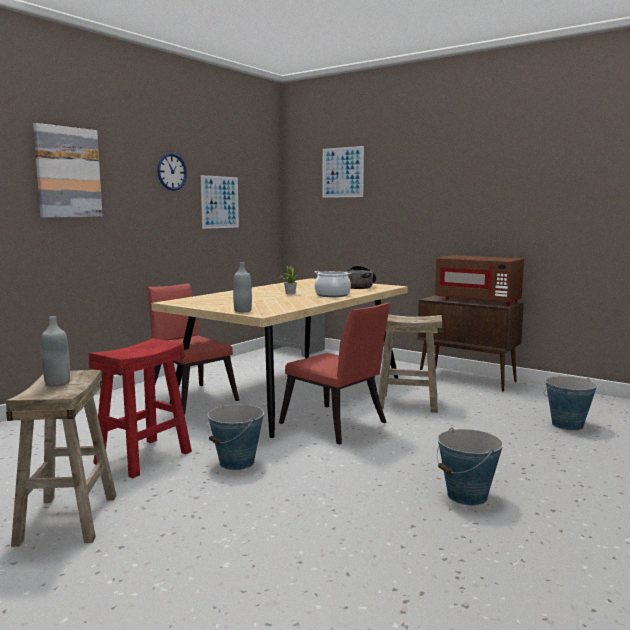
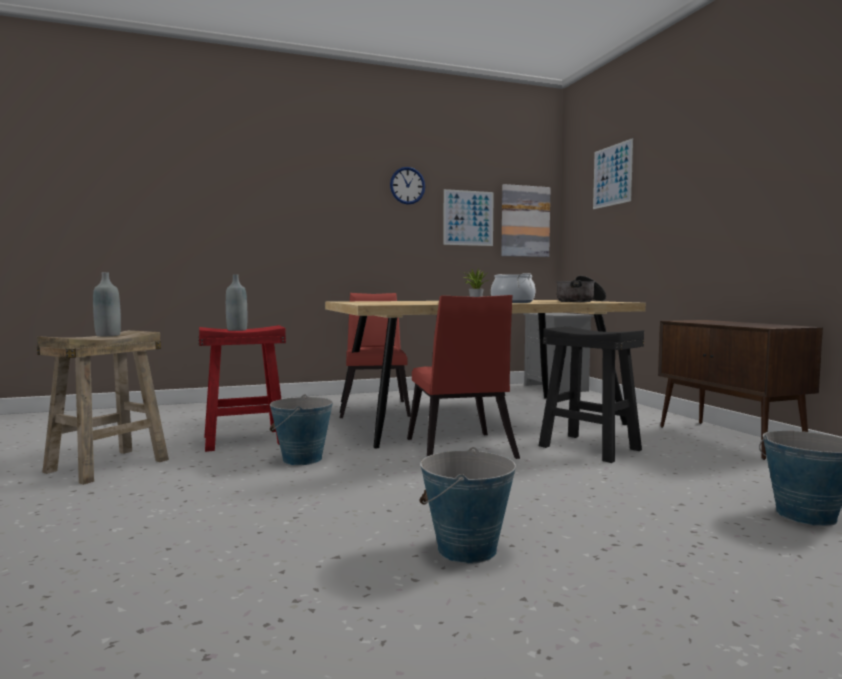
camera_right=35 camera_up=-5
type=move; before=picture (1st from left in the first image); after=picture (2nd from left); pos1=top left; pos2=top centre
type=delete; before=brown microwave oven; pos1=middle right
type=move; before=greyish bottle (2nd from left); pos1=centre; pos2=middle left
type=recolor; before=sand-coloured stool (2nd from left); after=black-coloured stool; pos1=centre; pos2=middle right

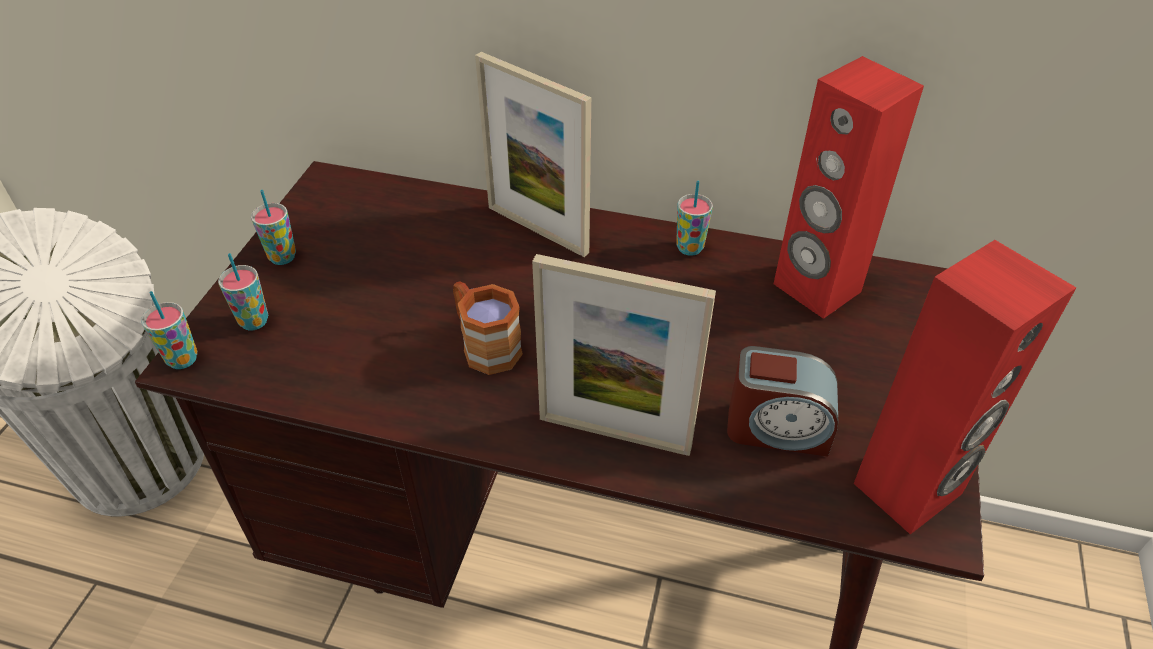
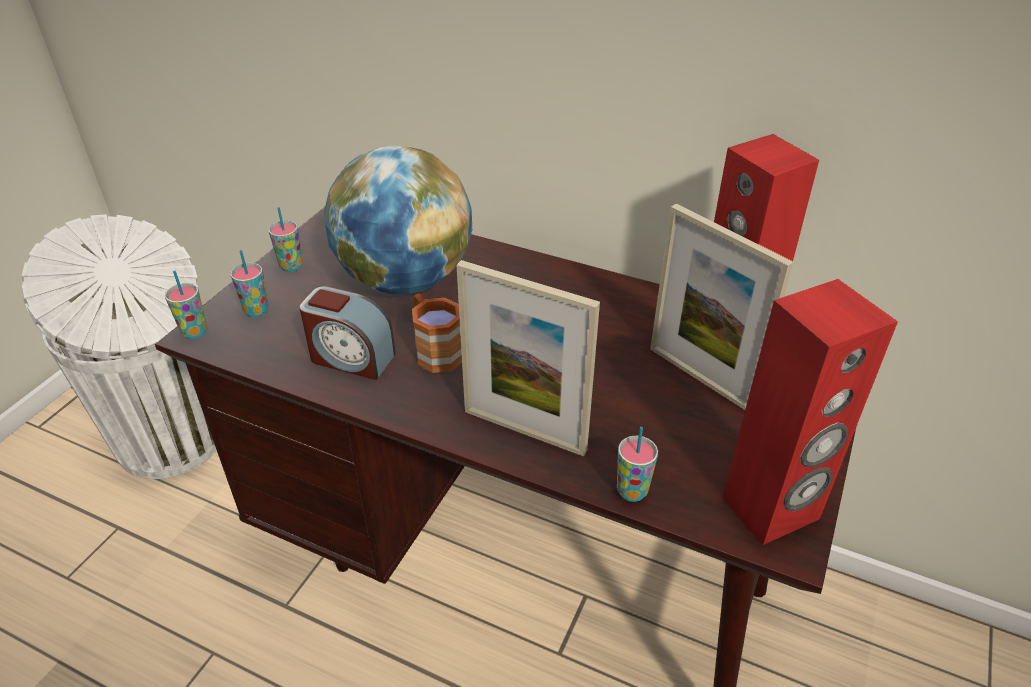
camera_right=10 camera_up=-5
type=move; before=photo frame (1st from left in the first image); after=photo frame (2nd from left); pos1=top centre; pos2=middle right
type=move; before=cup (4th from left); pos1=centre; pos2=bottom centre
type=move; before=table clock; pos1=middle right; pos2=centre
type=insert; after=world globe; pos2=top centre

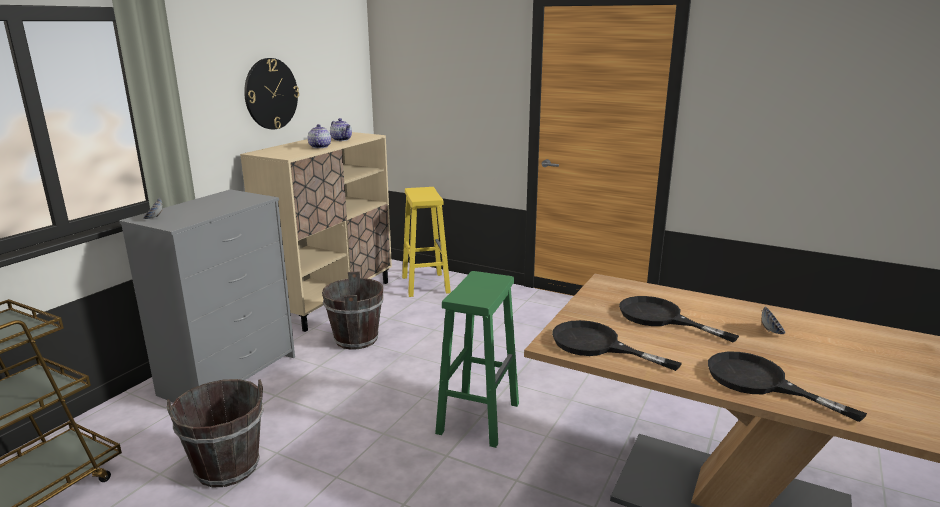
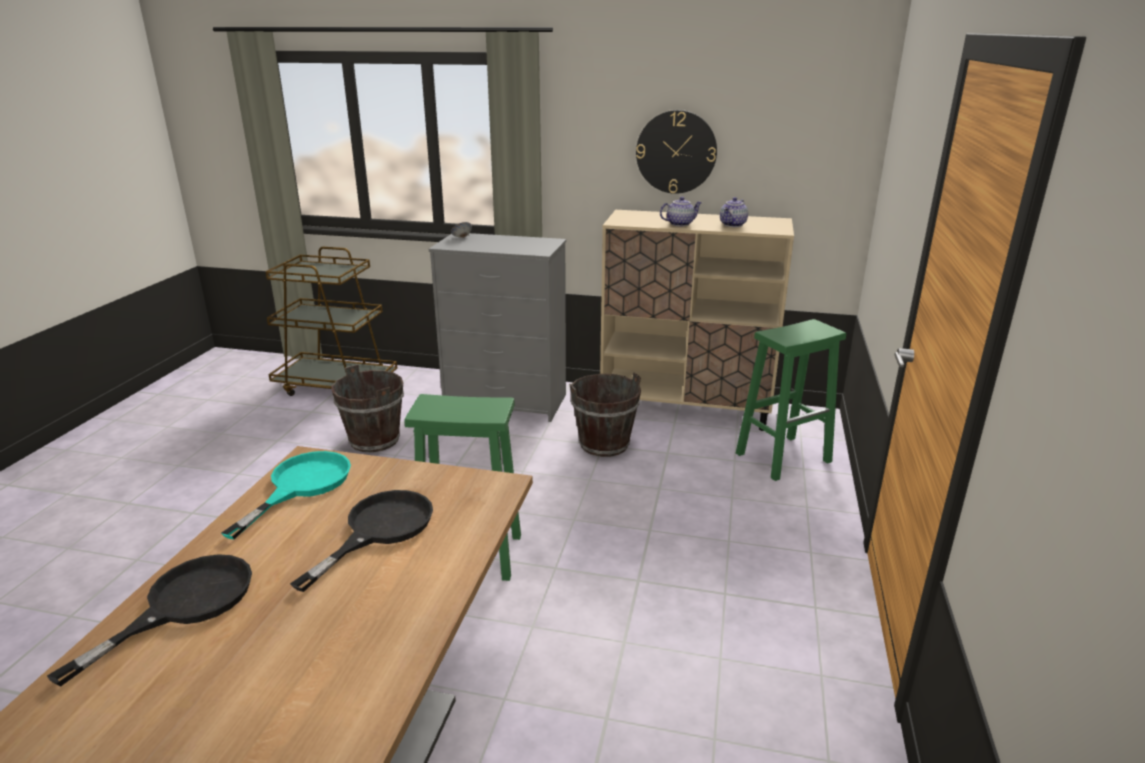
camera_right=75 camera_up=5
type=recolor; before=yellow-coloured stool; after=greenish stool (2nd from left); pos1=centre; pos2=middle right
type=delete; before=deep dish (2nd from left); pos1=middle right
type=recolor; before=black-coloured frying pan (1st from left); after=turquoise-coloured frying pan; pos1=bottom centre; pos2=middle left

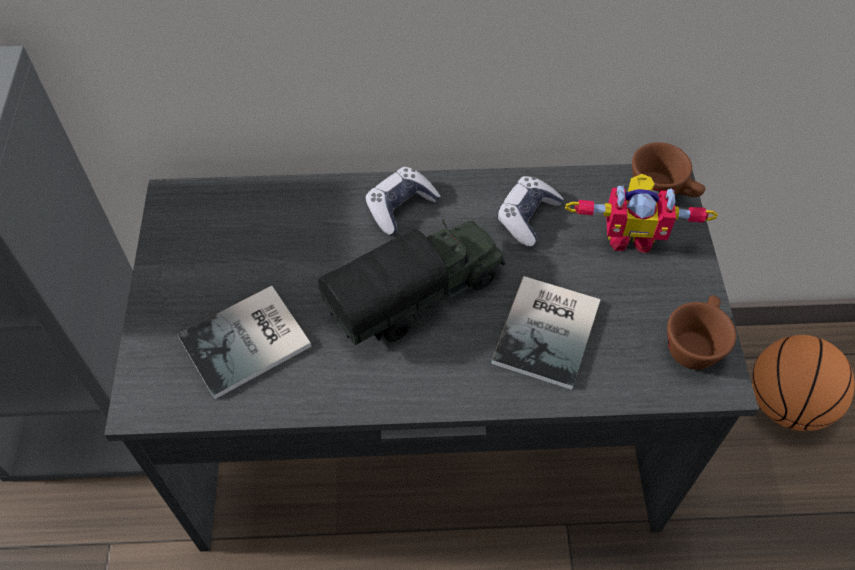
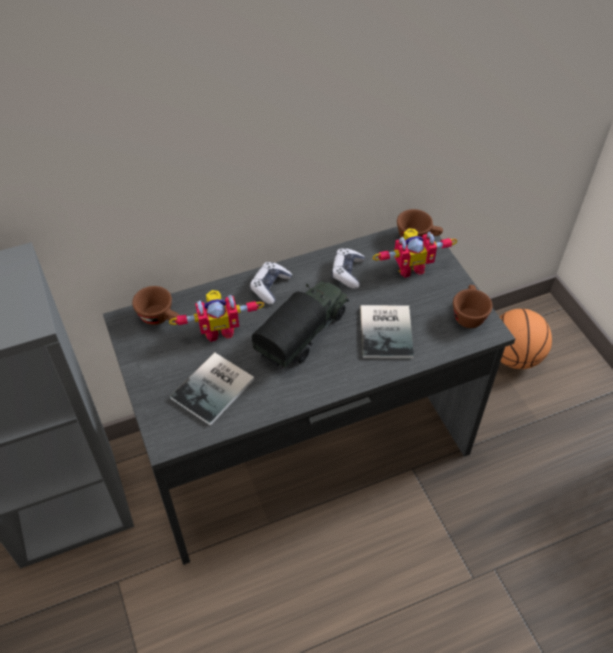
camera_right=-20 camera_up=-5
type=insert; after=brown cup (1st from left); pos2=middle left
type=insert; after=toy robot (1st from left); pos2=centre

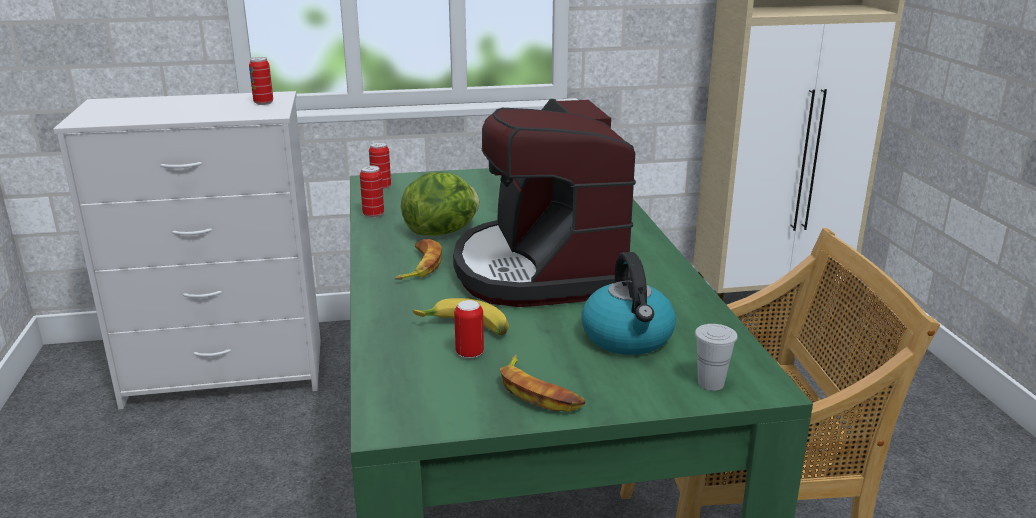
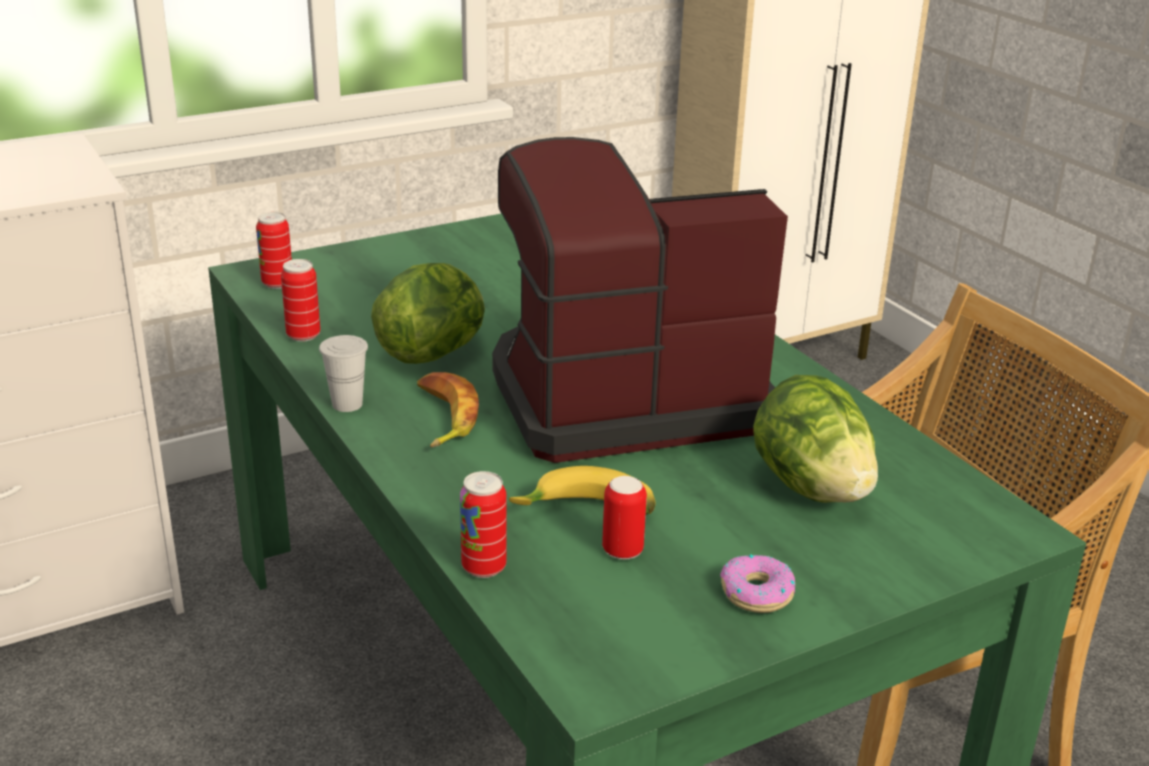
camera_right=-20 camera_up=5
type=move; before=can (1st from left in the first image); after=can (3rd from left); pos1=top left; pos2=bottom centre
type=rotate; before=coffee maker; pos1=centre; pos2=centre; turn=105
type=replace; before=water kettle; after=lettuce (2nd from left); pos1=centre; pos2=middle right
type=move; before=whitish cup; pos1=bottom right; pos2=middle left
type=replace; before=banana (3rd from left); after=donut; pos1=bottom centre; pos2=bottom centre

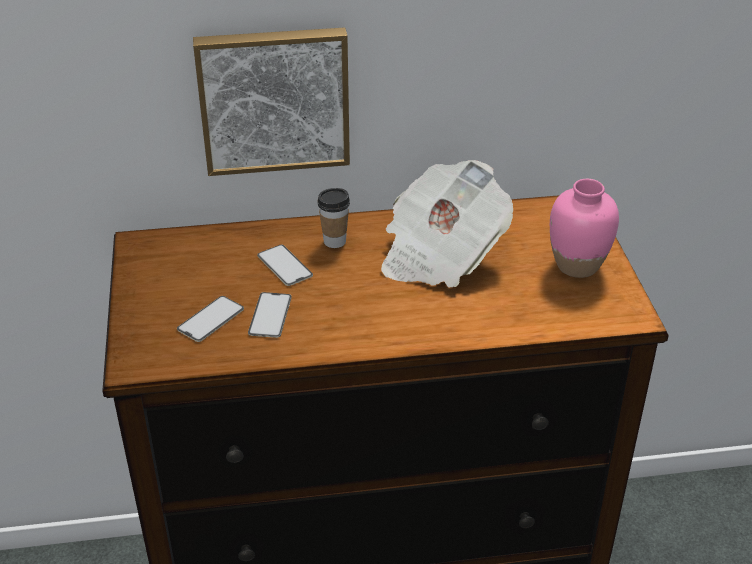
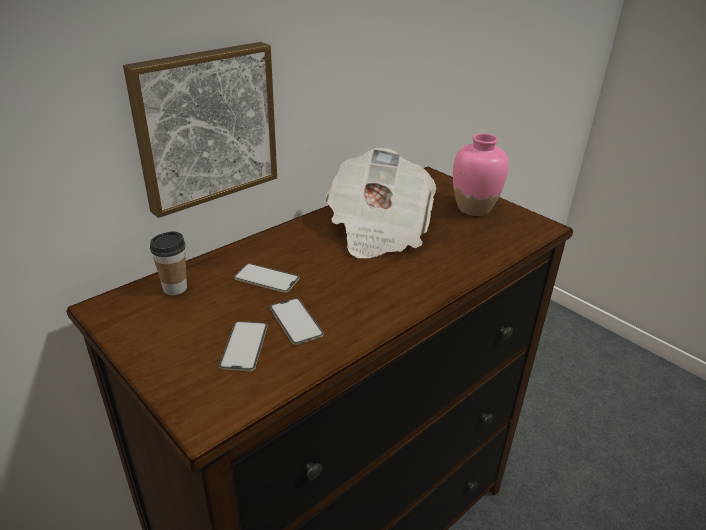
camera_right=-35 camera_up=-5
type=move; before=cup; pos1=centre; pos2=middle left

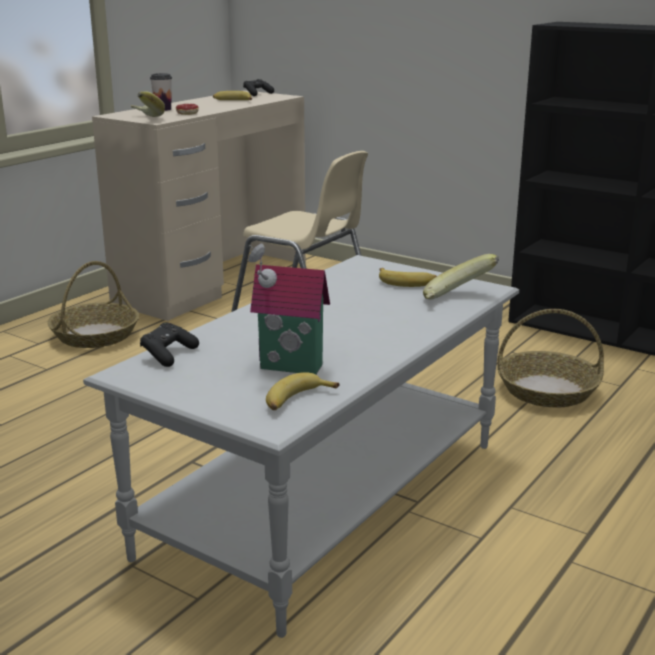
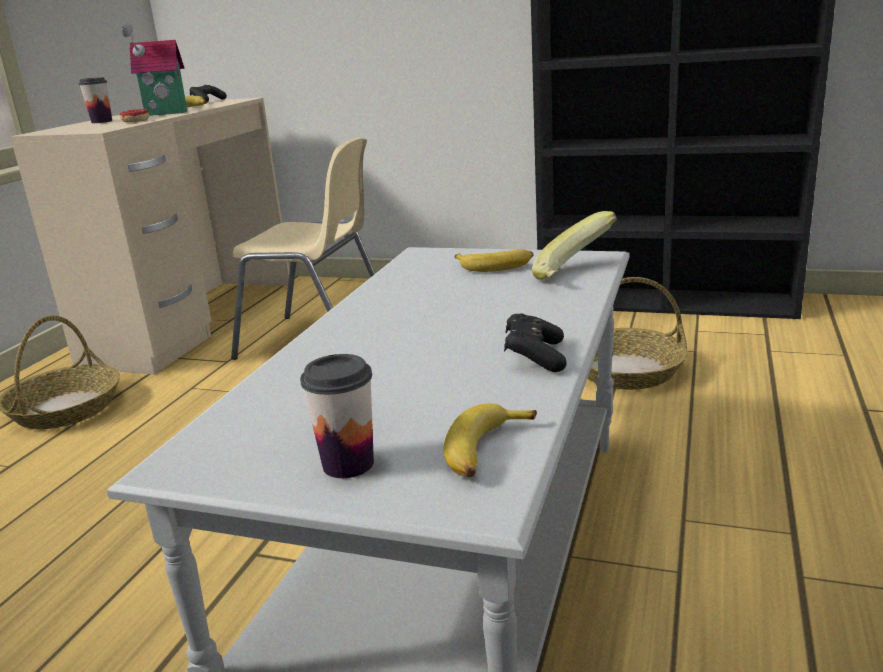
camera_right=-15 camera_up=0
type=delete; before=banana (1st from left); pos1=top left
type=move; before=miniature house; pos1=centre; pos2=top left
type=move; before=black-coloured gamepad (1st from left in the first image); after=black-coloured gamepad (2nd from left); pos1=middle left; pos2=centre
type=insert; after=cup (2nd from left); pos2=centre

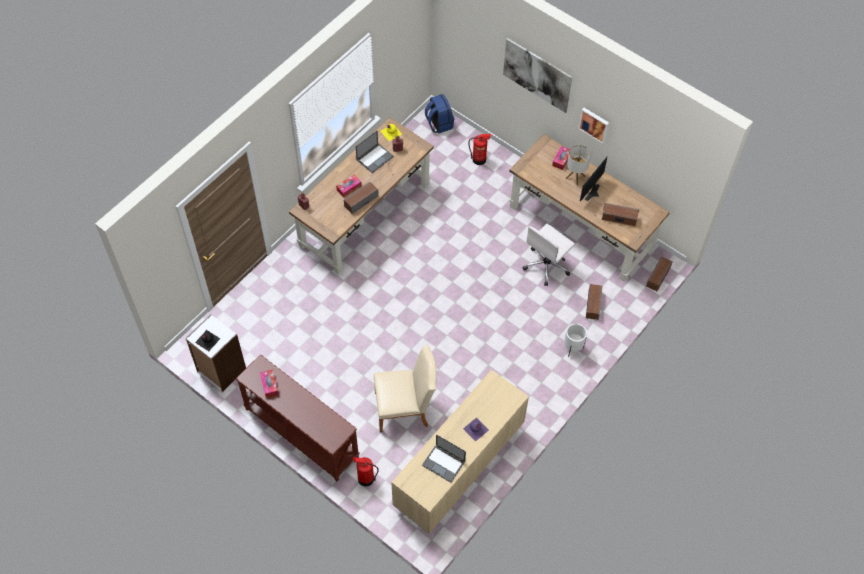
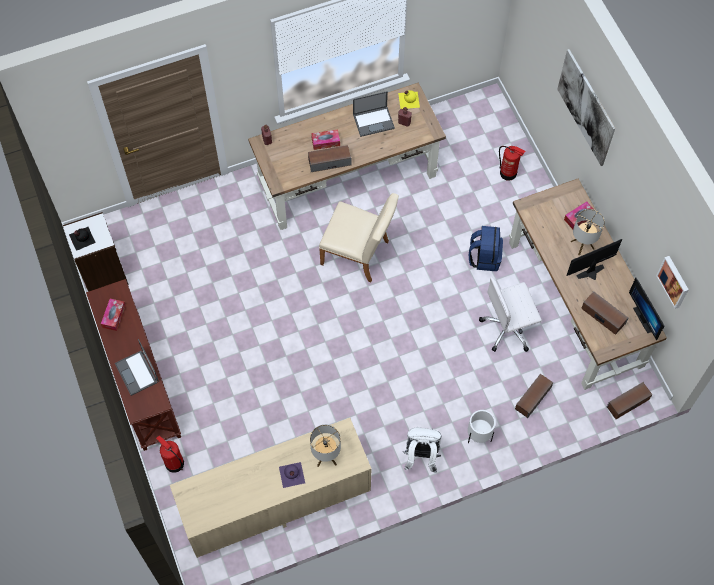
camera_right=30 camera_up=5
type=move; before=blue knapsack; pos1=top centre; pos2=middle right
type=move; before=picture (2nd from left); pos1=top right; pos2=middle right
type=move; before=sand-coloured plain chair; pos1=bottom centre; pos2=centre
type=move; before=laptop (2nd from left in the first image); after=laptop (1st from left); pos1=bottom centre; pos2=middle left
type=insert; after=computer screen (2nd from left); pos2=middle right
type=insert; after=tabletop lamp (1st from left); pos2=bottom centre
type=insert; after=whitish knapsack; pos2=bottom centre

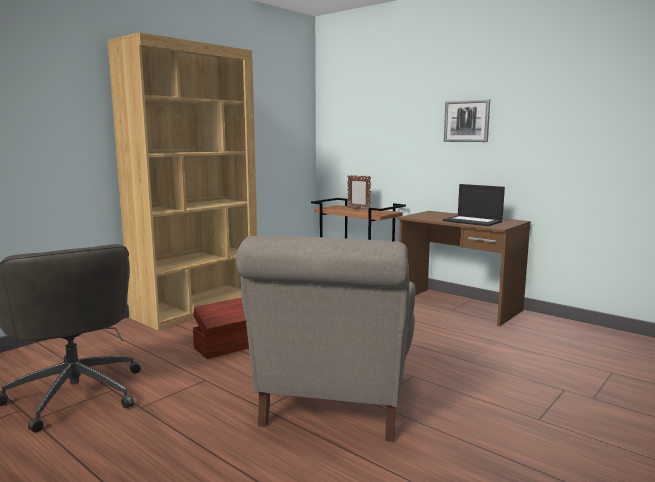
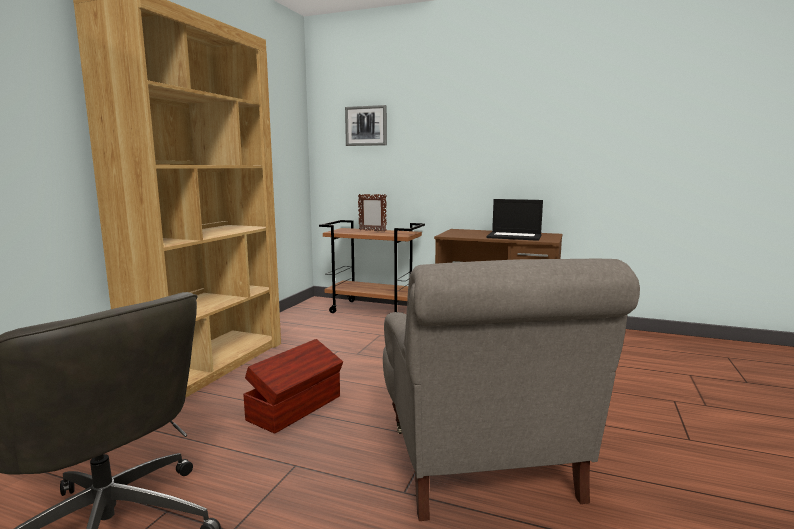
camera_right=-20 camera_up=0
type=move; before=picture; pos1=top right; pos2=top centre

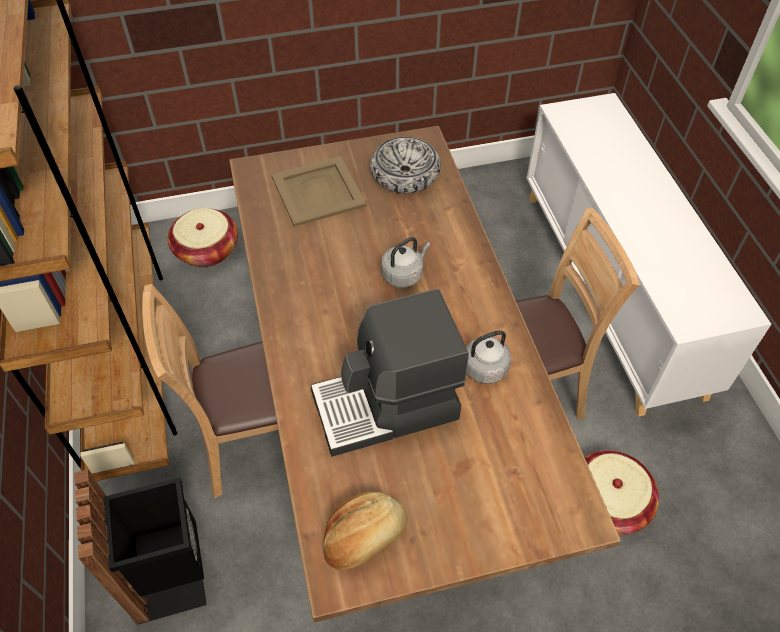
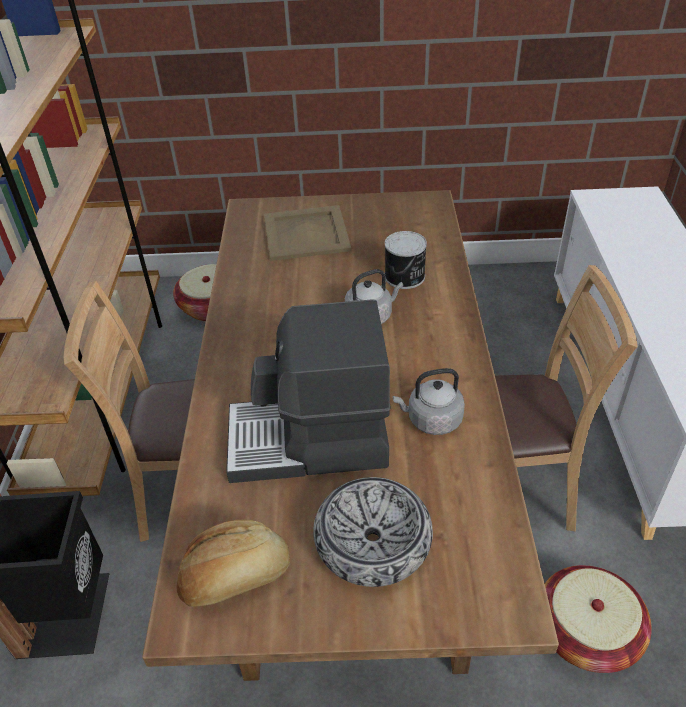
camera_right=15 camera_up=-10
type=move; before=deep dish; pos1=top centre; pos2=bottom centre
type=insert; after=can; pos2=centre

